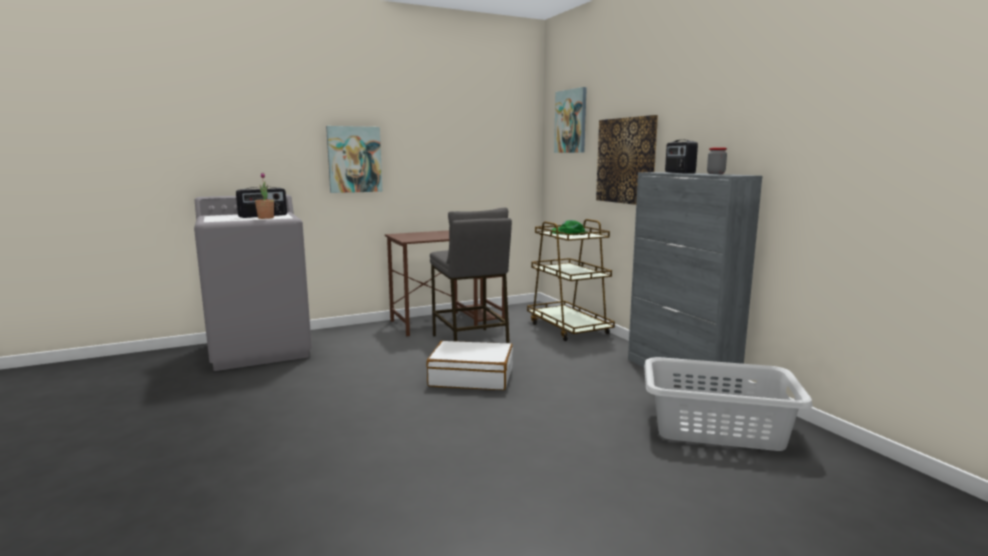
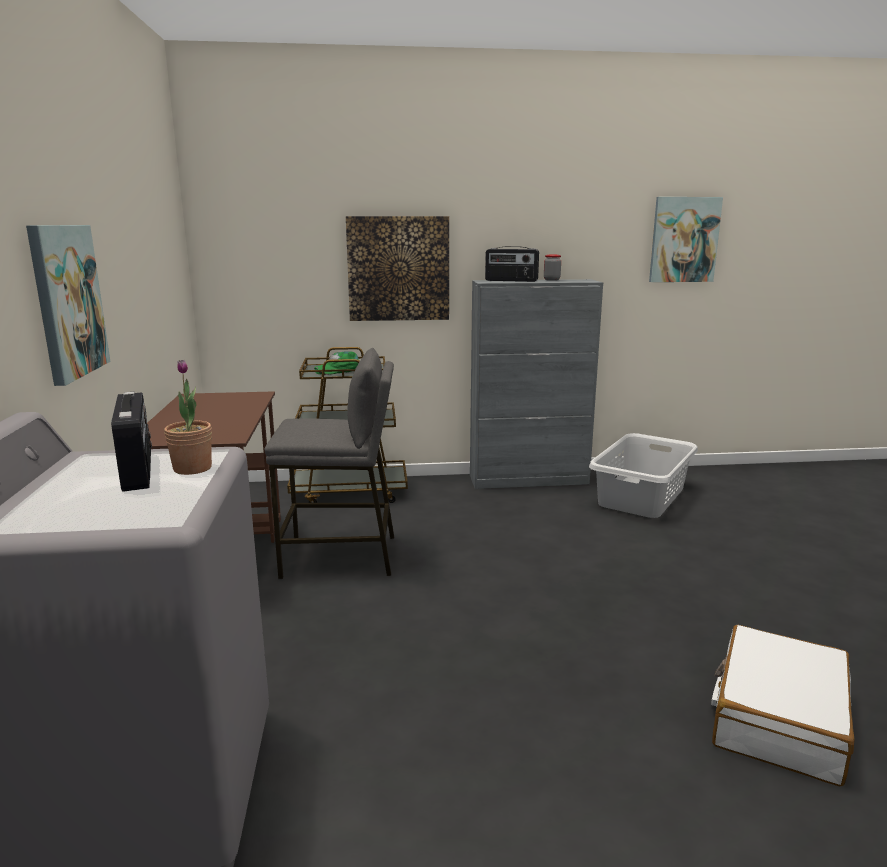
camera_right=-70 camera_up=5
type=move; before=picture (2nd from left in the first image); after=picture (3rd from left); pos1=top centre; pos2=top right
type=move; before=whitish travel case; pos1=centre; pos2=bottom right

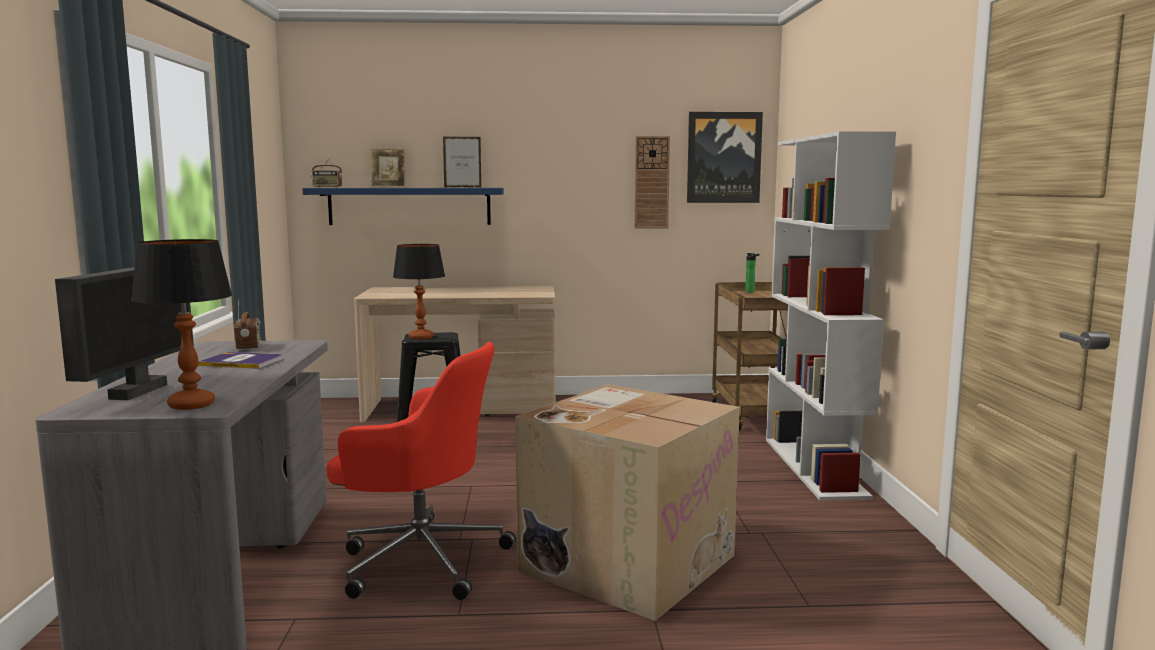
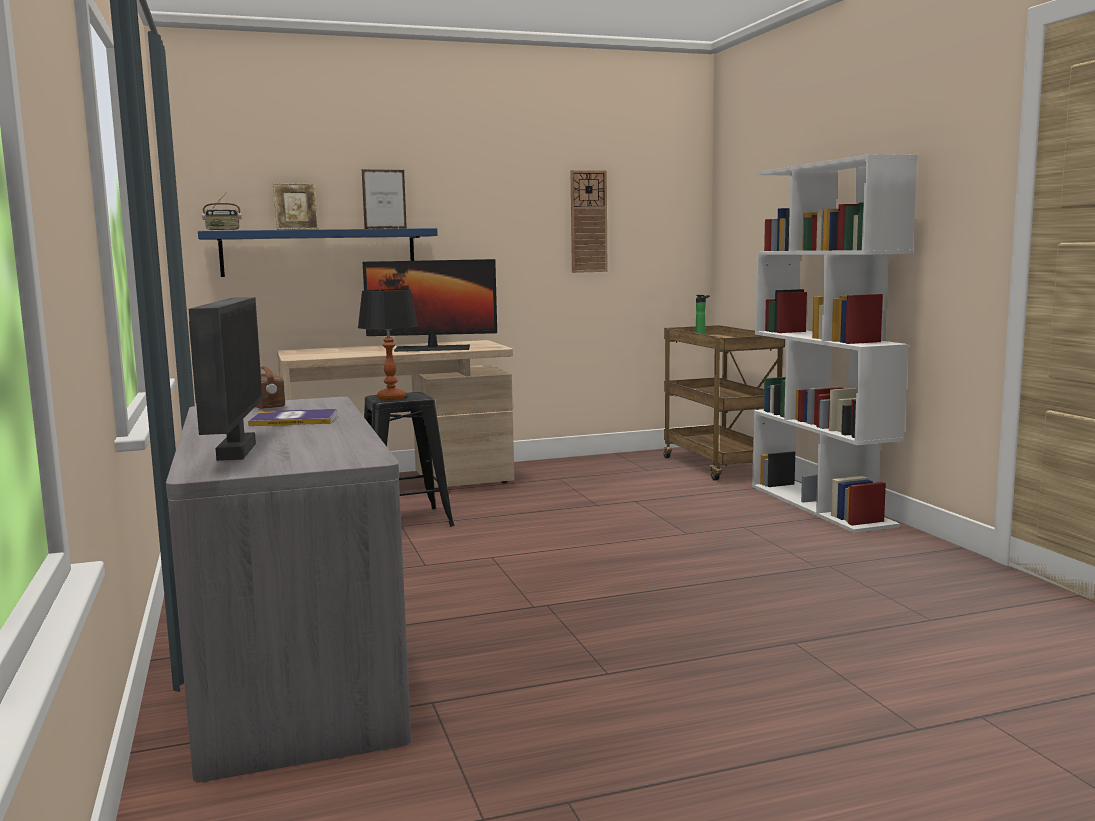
camera_right=-15 camera_up=0
type=delete; before=picture; pos1=top centre
type=delete; before=tabletop lamp (1st from left); pos1=middle left
type=delete; before=red desk chair; pos1=bottom centre
type=delete; before=cardboard box; pos1=bottom centre
type=insert; after=computer screen (2nd from left); pos2=centre

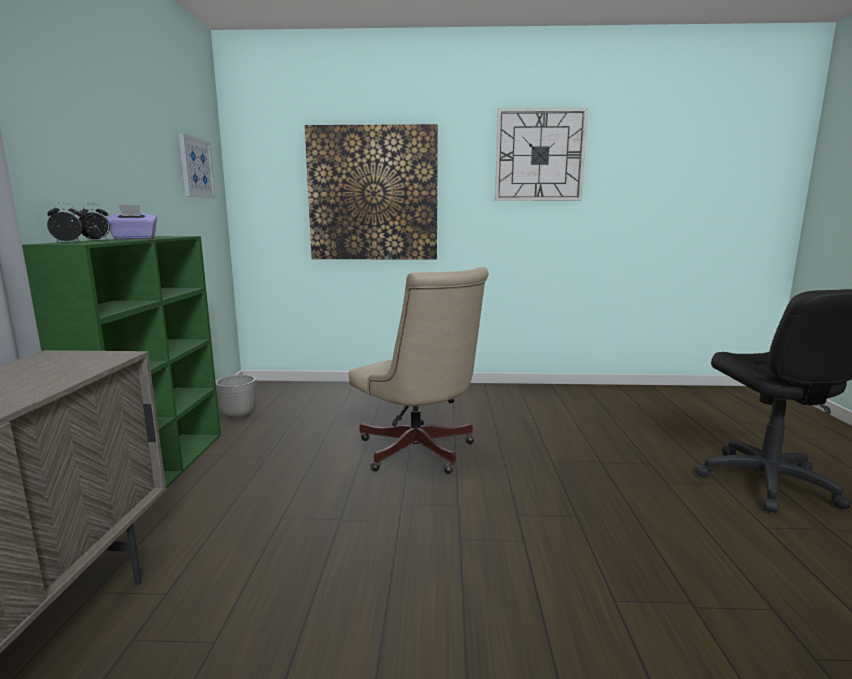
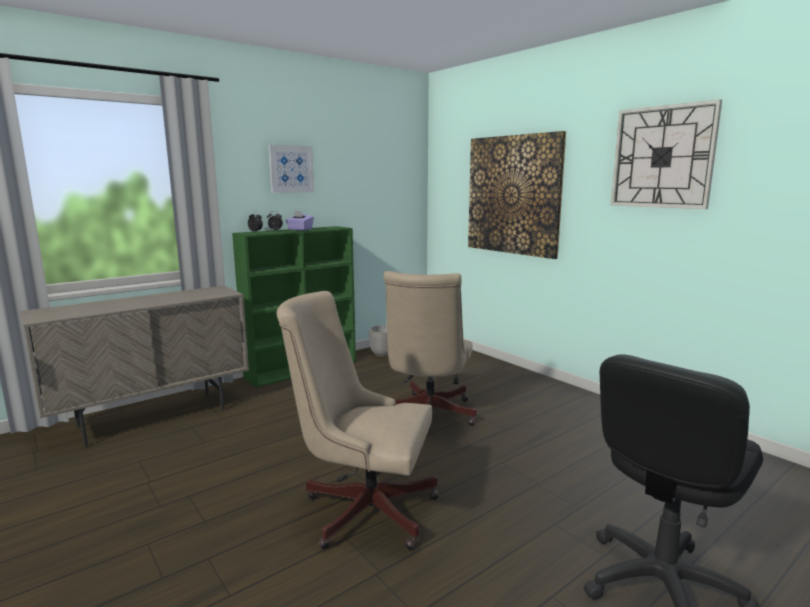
camera_right=50 camera_up=0
type=move; before=picture (1st from left); pos1=top left; pos2=top centre
type=insert; after=sand-coloured desk chair (1st from left); pos2=bottom centre

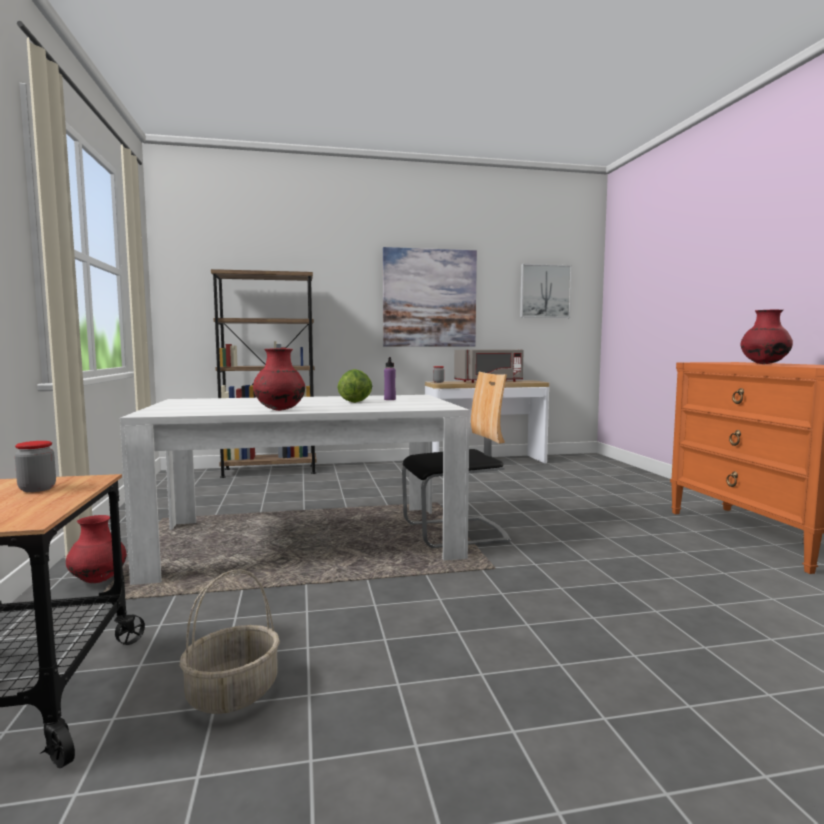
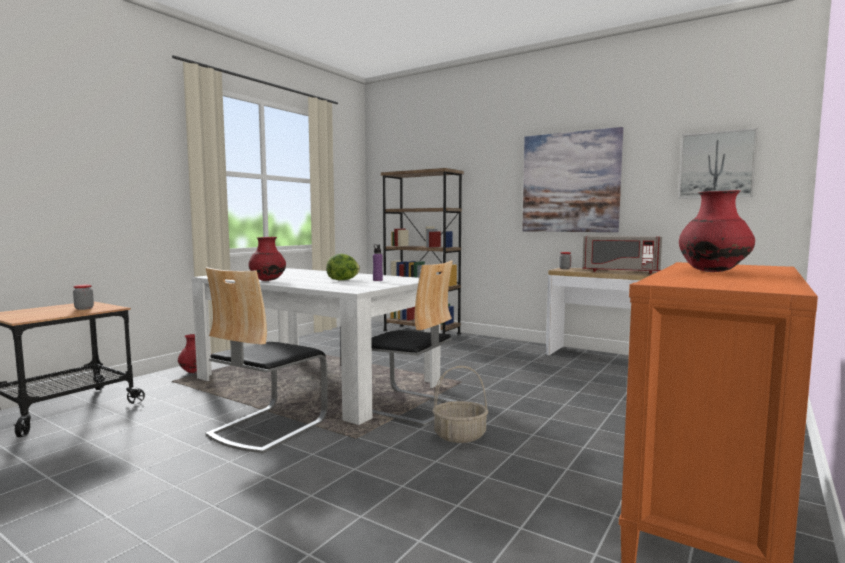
camera_right=45 camera_up=0
type=move; before=household basket; pos1=bottom left; pos2=bottom centre
type=insert; after=plain chair (1st from left); pos2=middle left

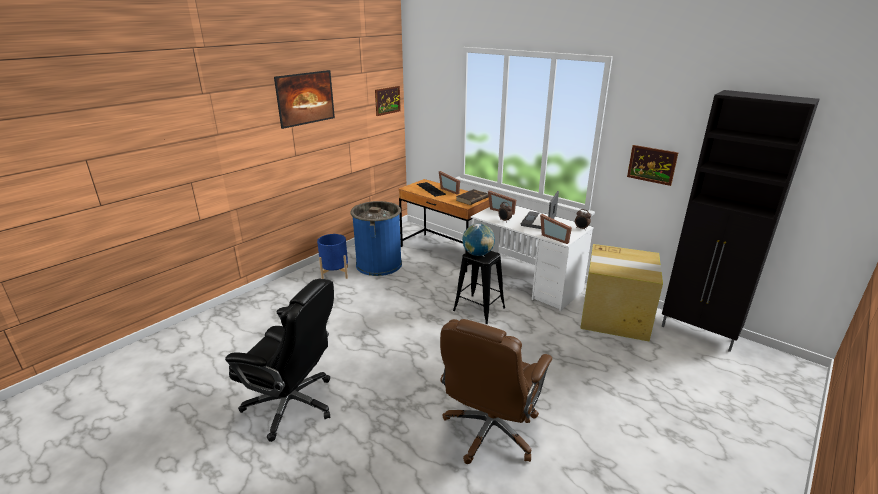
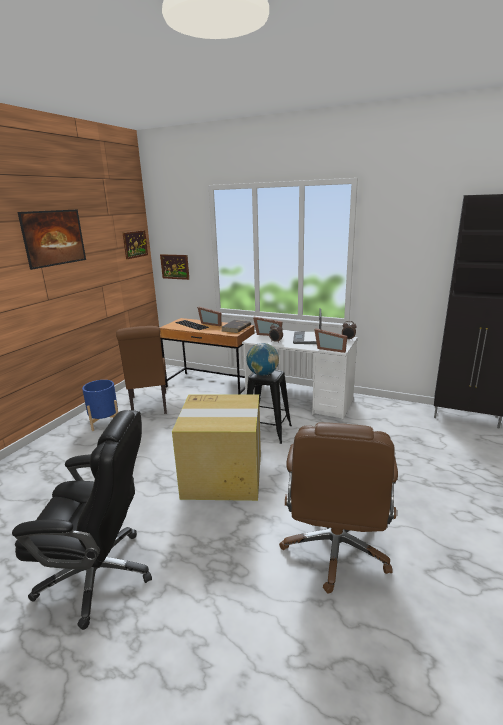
camera_right=-15 camera_up=-5
type=move; before=picture (3rd from left); pos1=middle right; pos2=centre
type=replace; before=blue rubbish bin; after=brown plain chair; pos1=centre; pos2=middle left
type=move; before=cardboard box; pos1=middle right; pos2=centre

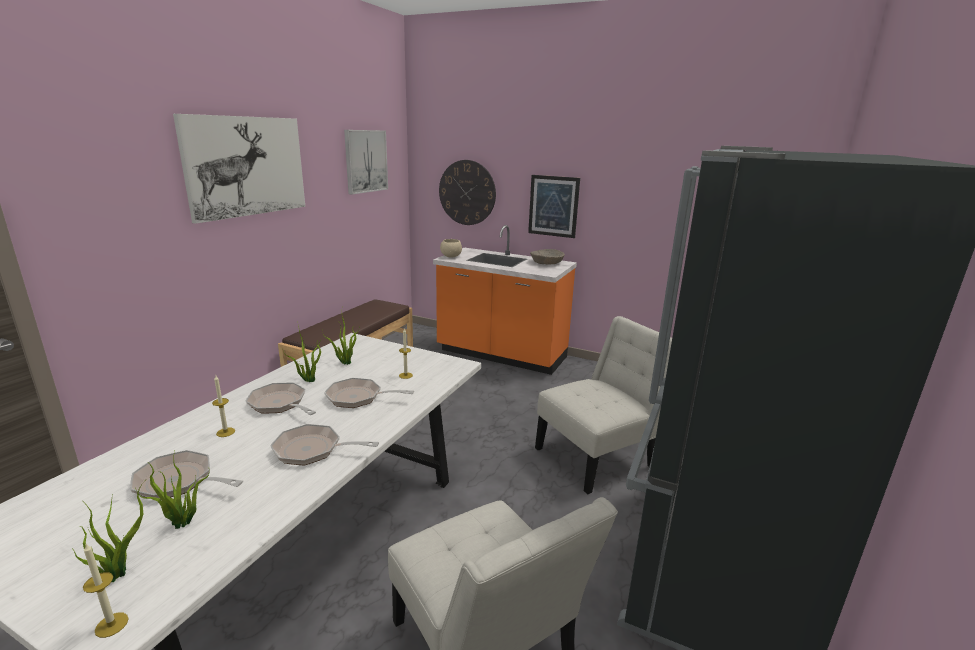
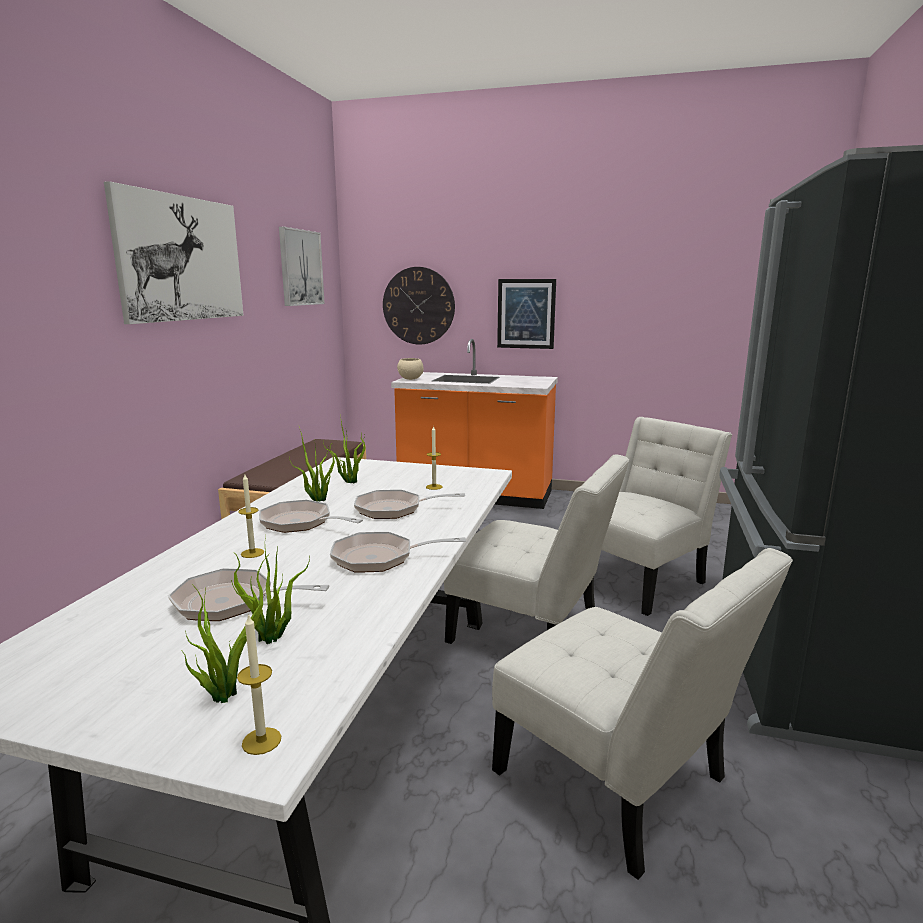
camera_right=-10 camera_up=-5
type=delete; before=sand-coloured deep dish (2nd from left); pos1=centre
type=insert; after=whitish plain chair (1st from left); pos2=centre

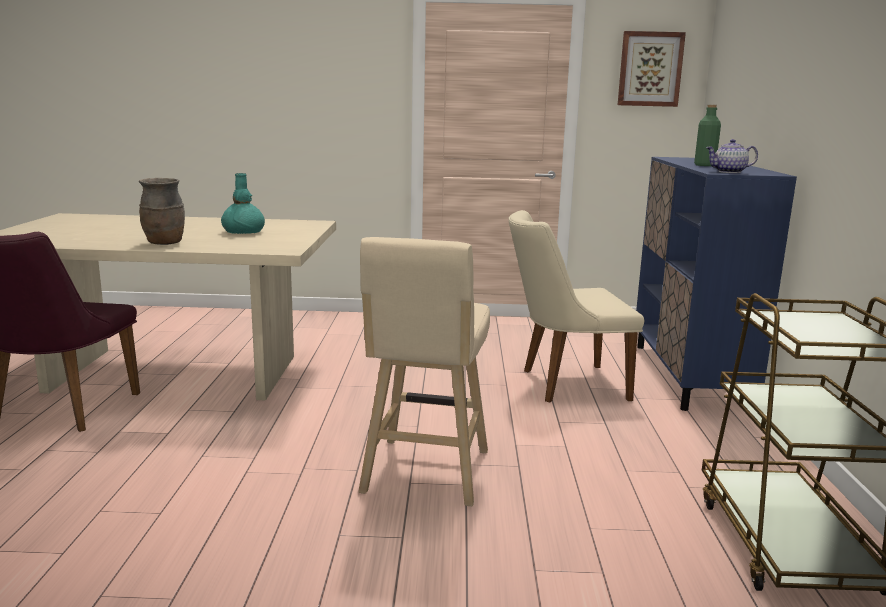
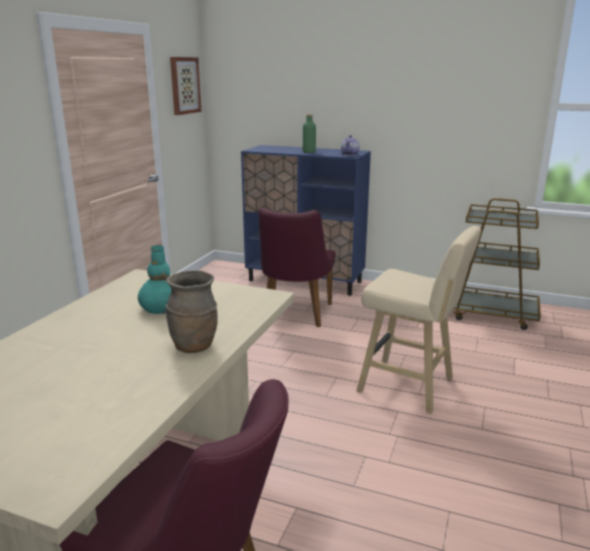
camera_right=-70 camera_up=5
type=recolor; before=sand-coloured plain chair; after=purplish plain chair (2nd from left); pos1=centre; pos2=centre

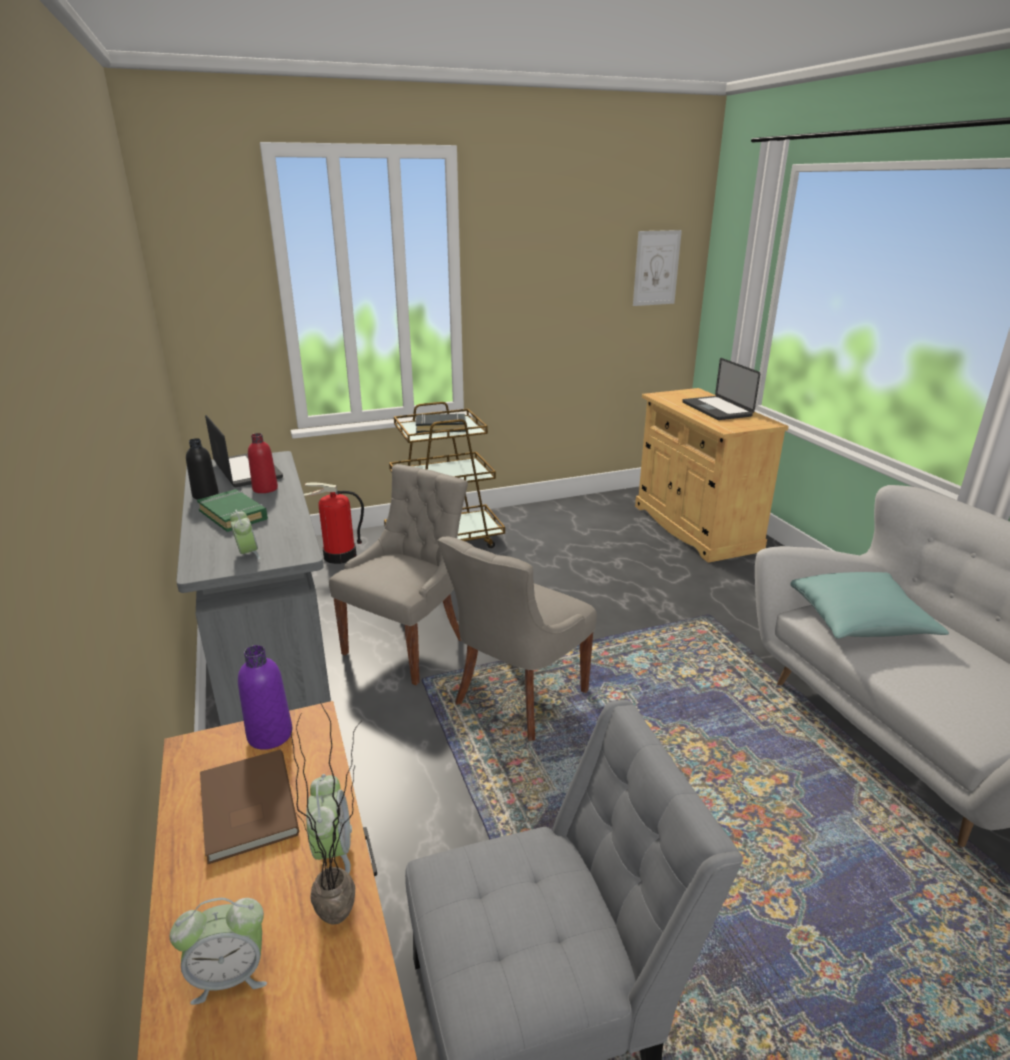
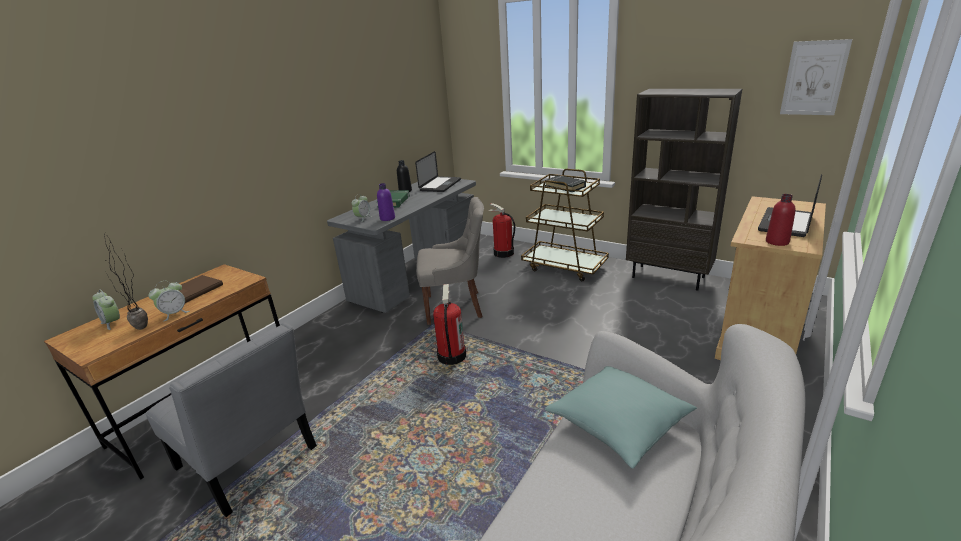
camera_right=55 camera_up=0
type=move; before=red bottle; pos1=middle left; pos2=middle right
type=replace; before=greyish plain chair (2nd from left); after=fire-fighting cylinder (1st from left); pos1=centre; pos2=centre
type=move; before=purplish bottle; pos1=middle left; pos2=centre
type=insert; after=brown shelving unit; pos2=middle right

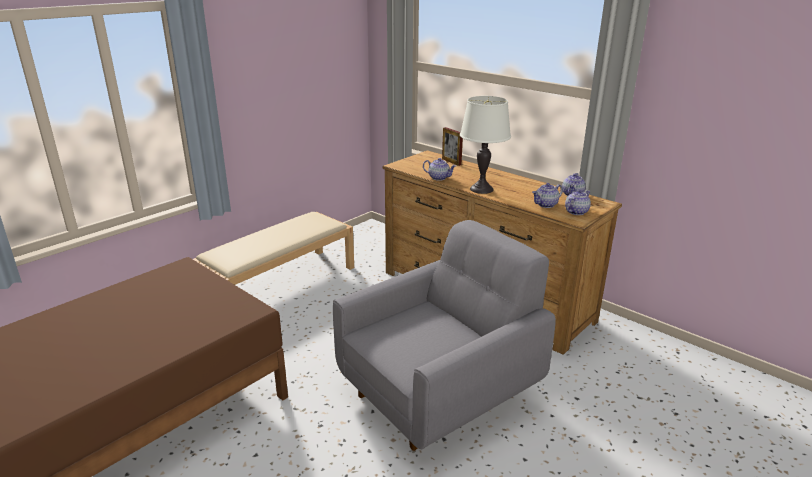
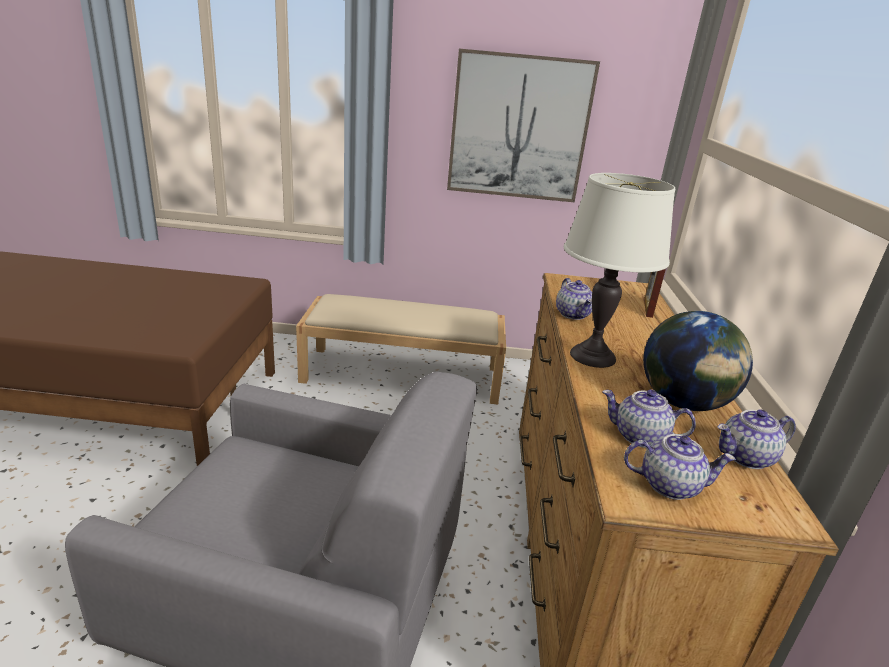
camera_right=50 camera_up=0
type=insert; after=picture; pos2=top centre
type=insert; after=world globe; pos2=middle right

